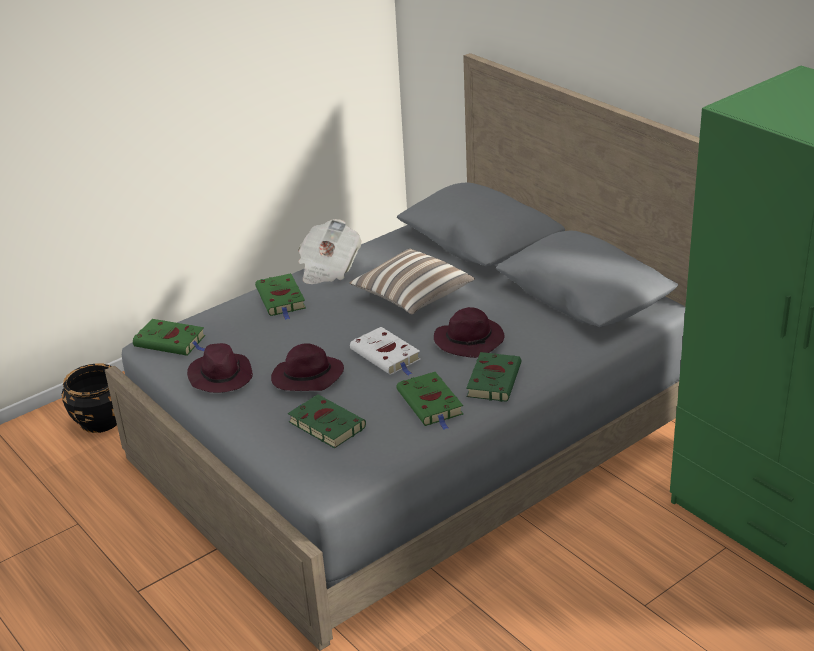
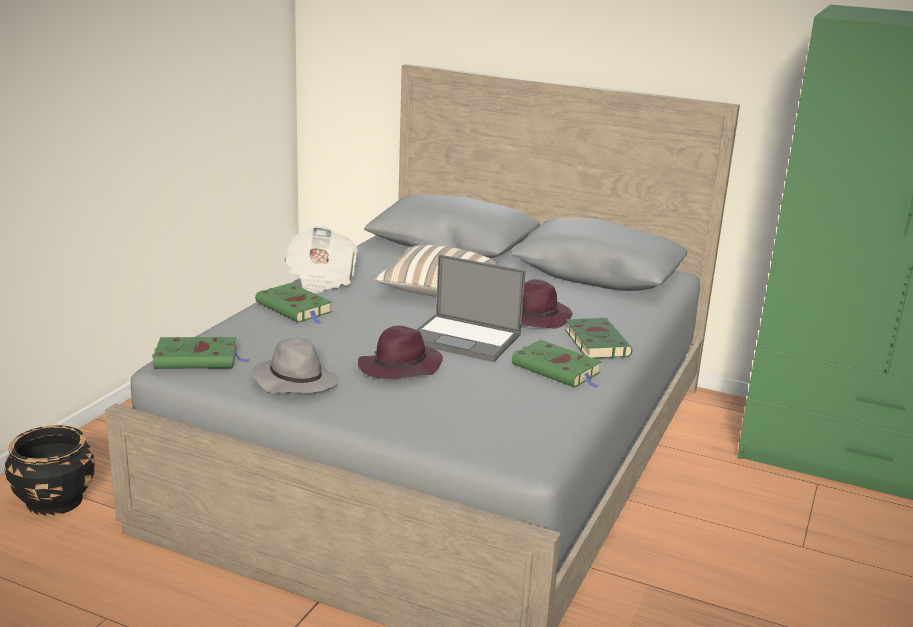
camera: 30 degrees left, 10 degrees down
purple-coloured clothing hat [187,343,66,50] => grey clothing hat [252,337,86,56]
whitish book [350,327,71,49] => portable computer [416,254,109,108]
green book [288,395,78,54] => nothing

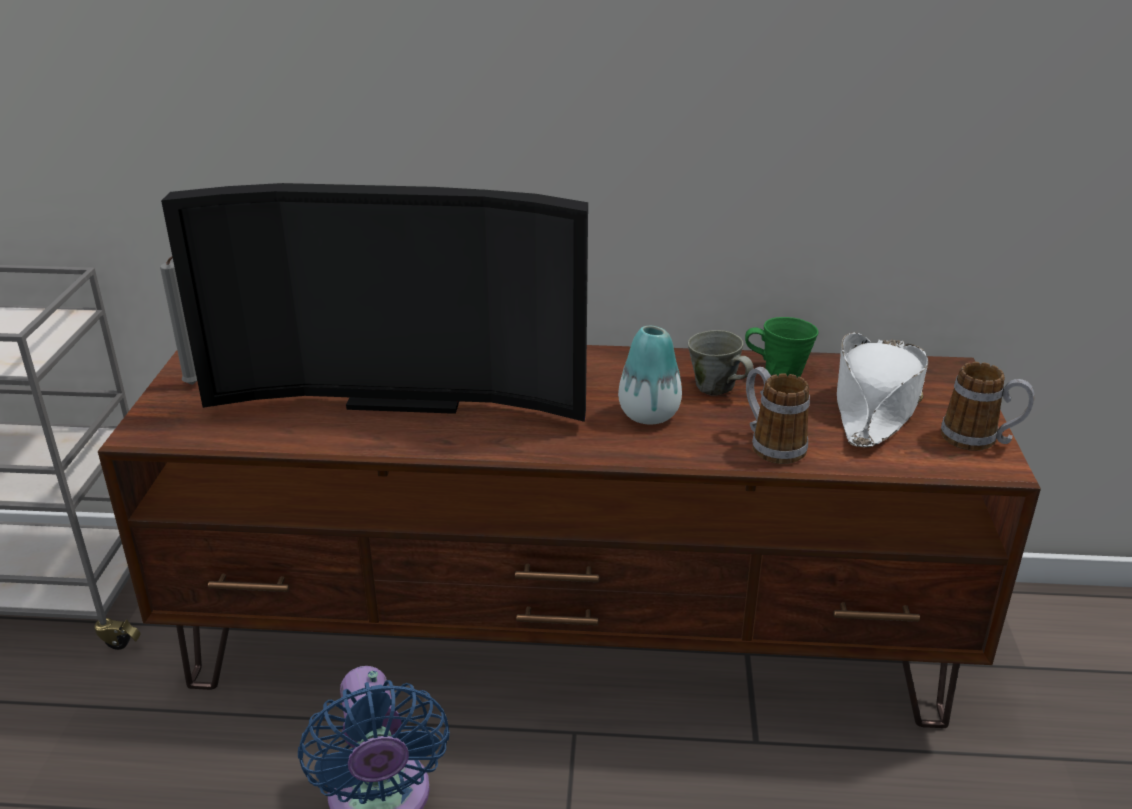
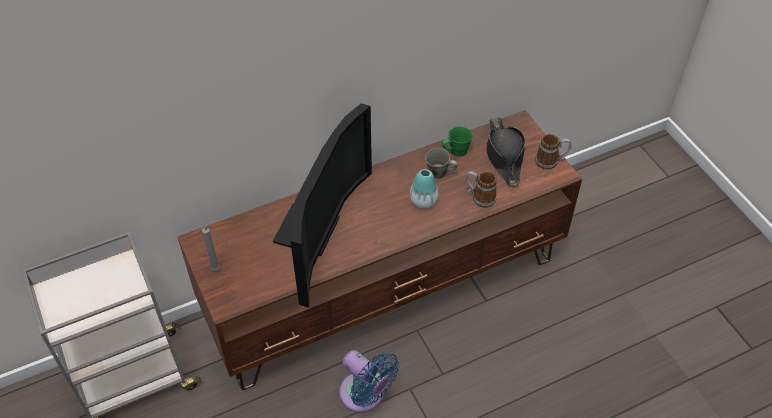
camera: 30 degrees left, 20 degrees up
TV set [161,183,427,239] => TV set [273,104,99,204], 45 degrees counterclockwise
whitish clothing hat [837,333,91,114] => blackish clothing hat [487,117,39,70]

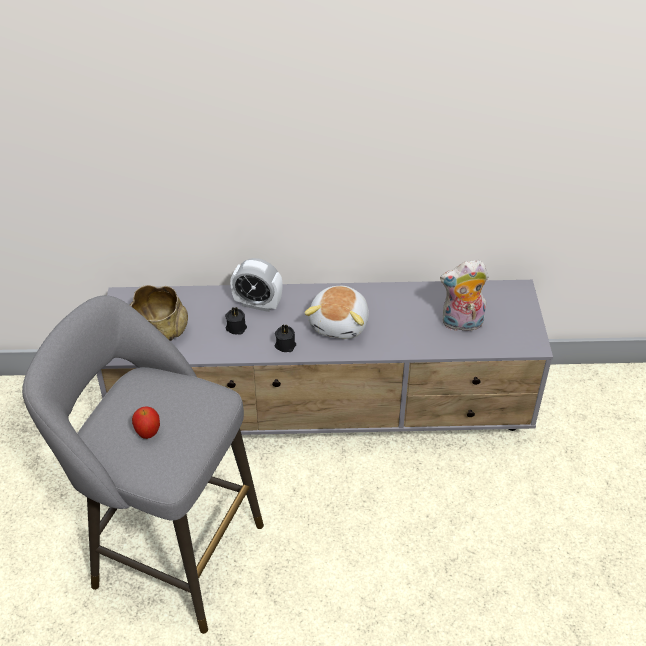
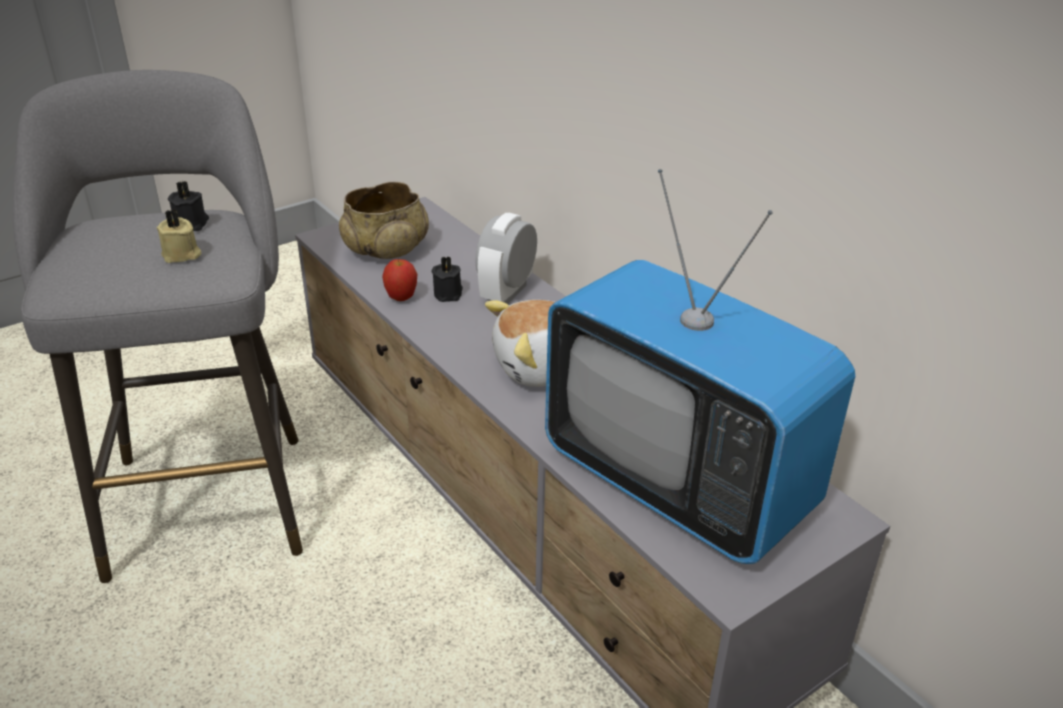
camera: 55 degrees right, 10 degrees down
nothing => beige candle [157,209,44,54]
blackish candle [275,324,21,28] => blackish candle [168,181,41,50], relocated
apple fruit [132,406,28,33] => apple fruit [382,259,35,42], relocated
alarm clock [230,258,53,54] => alarm clock [475,213,62,91], 45 degrees clockwise
cuddly toy [440,260,48,74] => TV set [545,169,310,395]

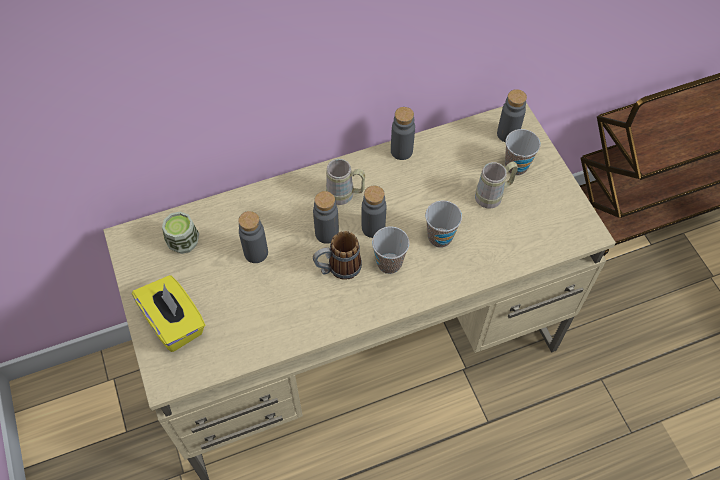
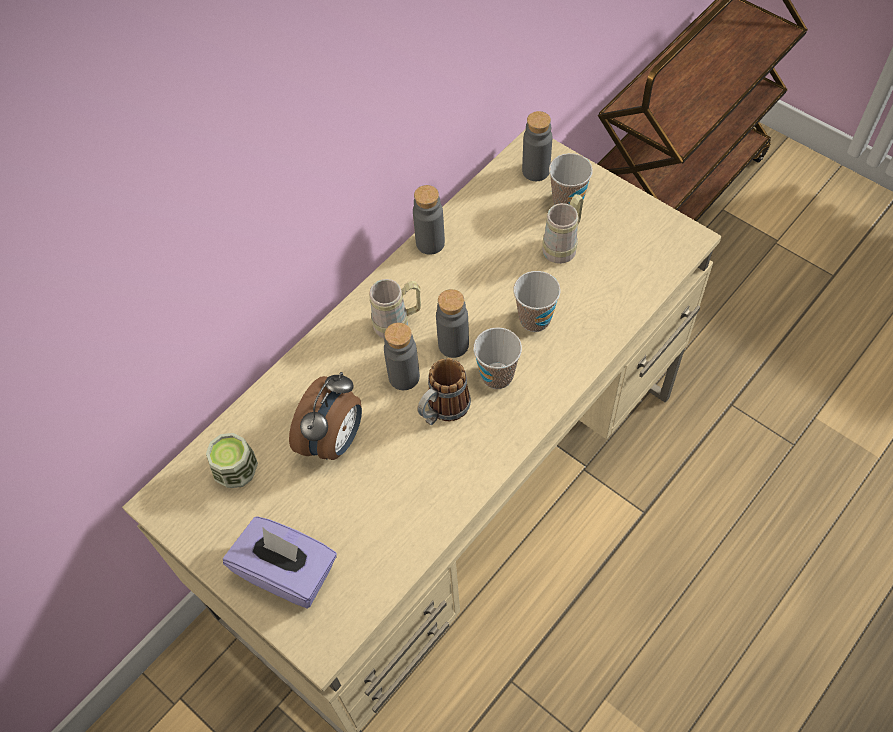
camera: 25 degrees left, 0 degrees up
yellowish tissue box [132,275,73,77] => purple-coloured tissue box [223,516,114,93]
grey beverage bottle [238,211,30,52] => alarm clock [289,372,73,88]

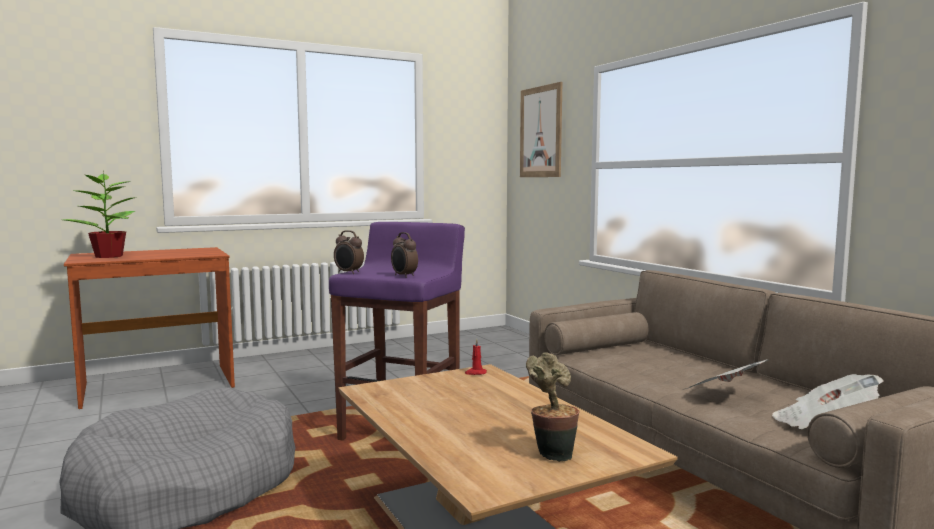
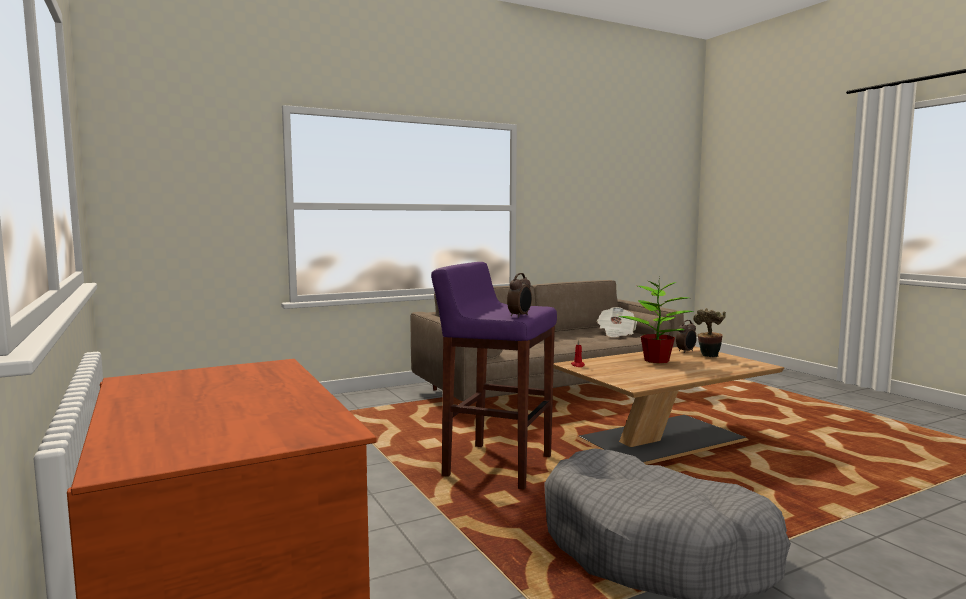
camera: 90 degrees left, 0 degrees up
potted plant [64,171,73,87] => potted plant [618,275,76,88], relocated
alarm clock [391,232,27,46] => alarm clock [676,320,21,33], relocated
picture [520,82,42,95] => nothing
newspaper [683,359,85,31] => nothing

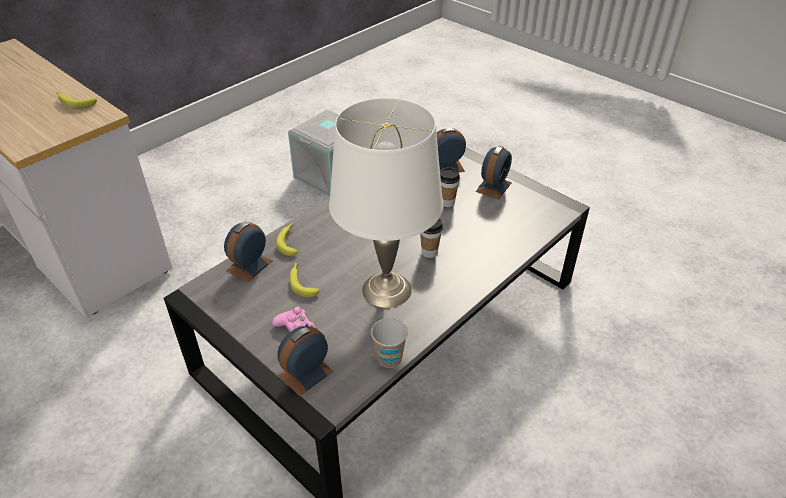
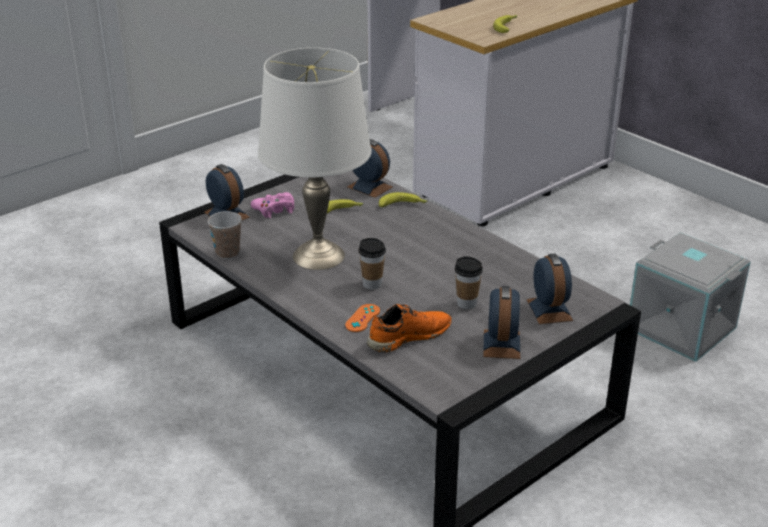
camera: 95 degrees right, 10 degrees down
nothing => orange-coloured joypad [345,304,35,28]
nothing => orange-coloured low shoe [367,304,85,48]
alarm clock [476,146,36,53] => alarm clock [483,286,37,73], 120 degrees counterclockwise

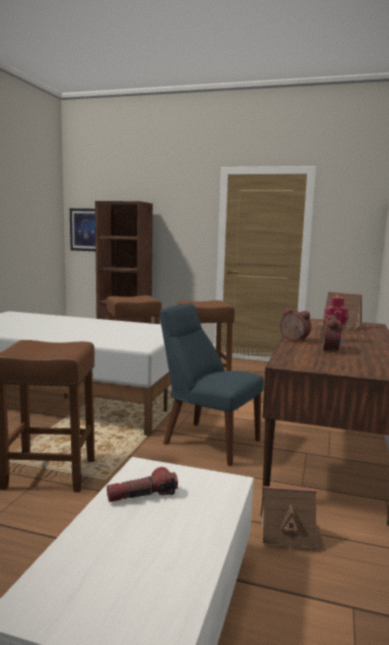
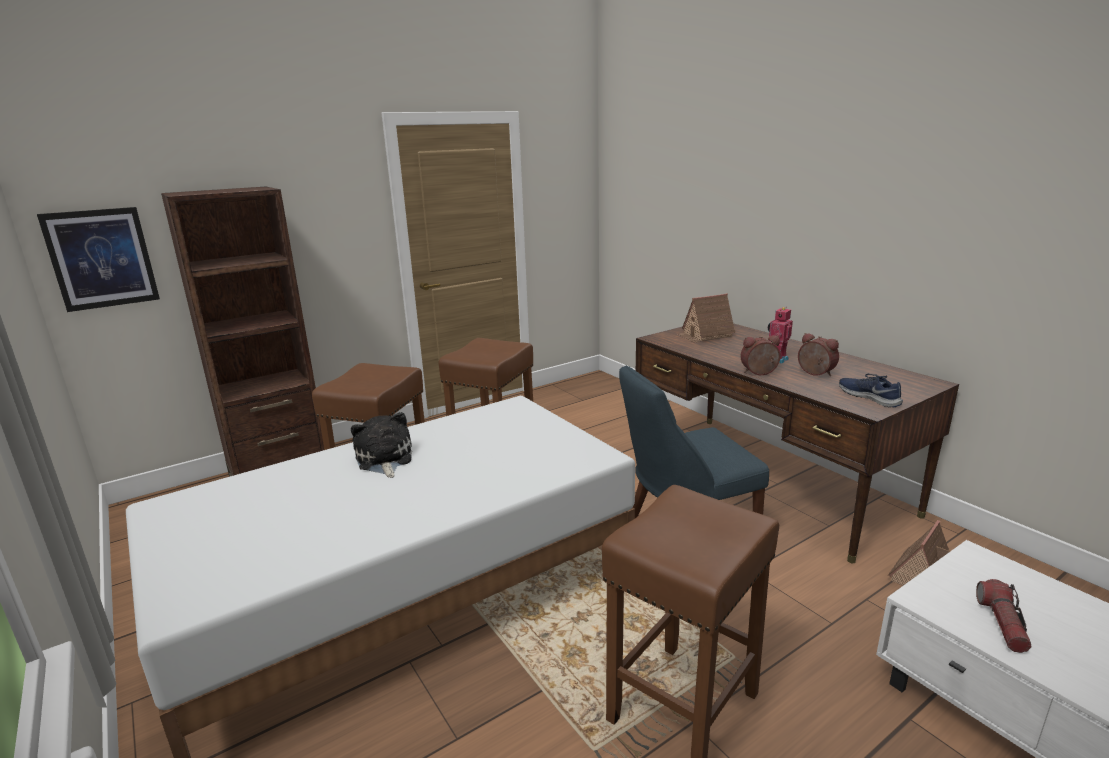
camera: 50 degrees left, 10 degrees up
nothing => cuddly toy [351,412,61,66]
nothing => blue-coloured low shoe [839,374,64,34]

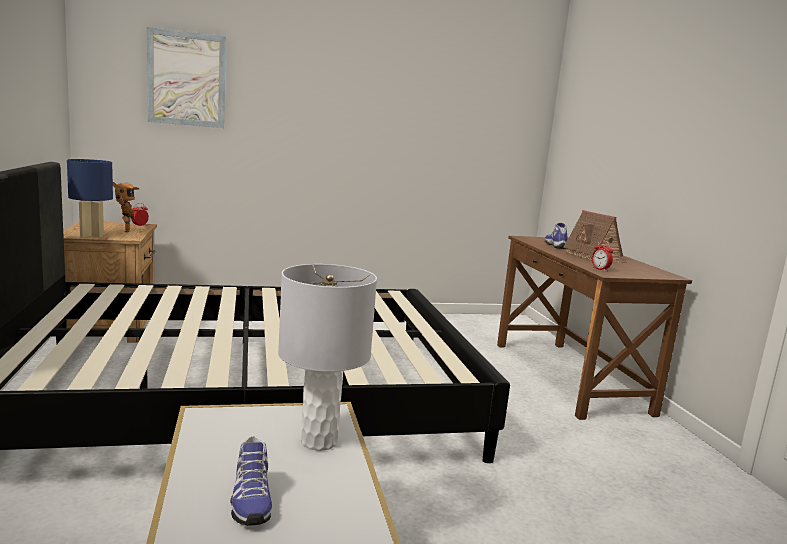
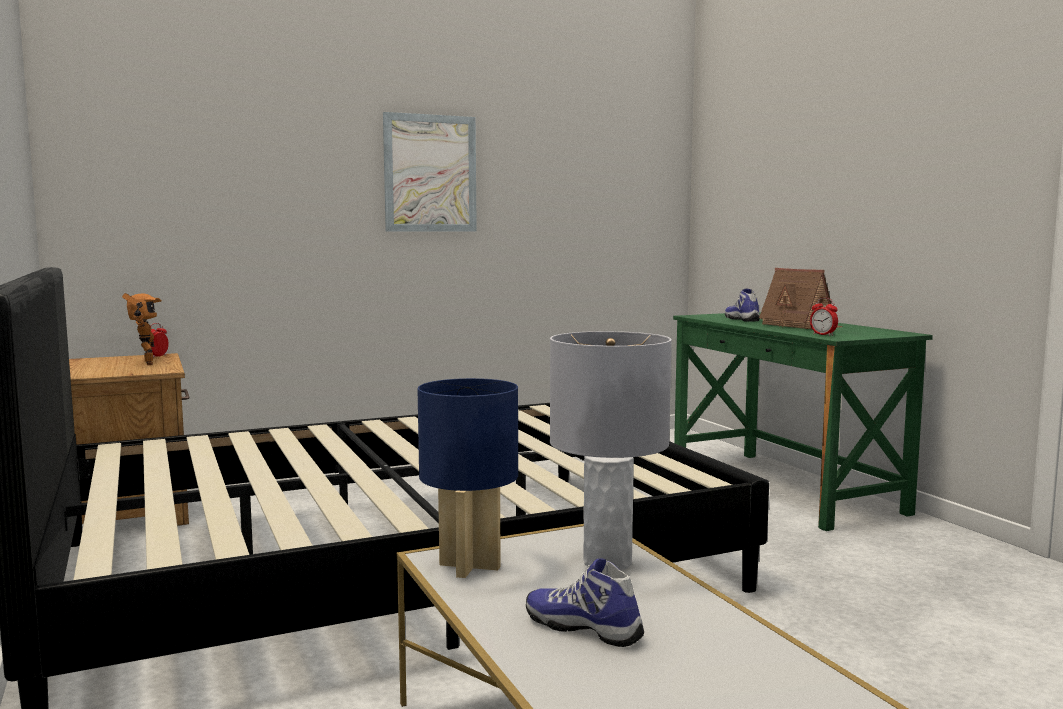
camera: 10 degrees left, 5 degrees down
picture [147,27,79,101] => picture [383,112,94,120], relocated
blue-coloured lamp for a table [67,159,46,79] => blue-coloured lamp for a table [417,378,101,200], relocated
low shoe [231,436,41,90] => low shoe [526,558,118,89], 150 degrees clockwise
brown desk [497,236,195,184] => green desk [673,312,260,219]

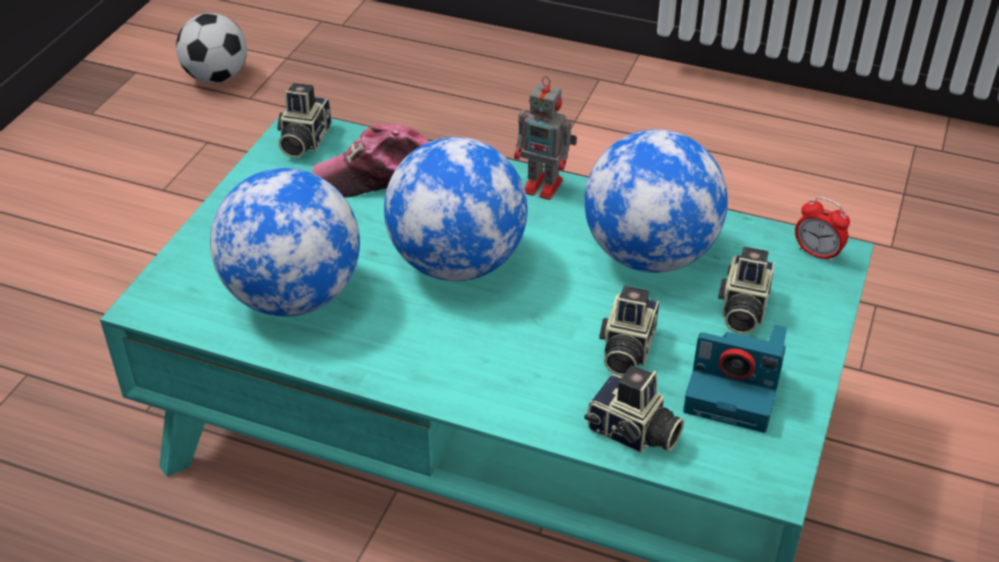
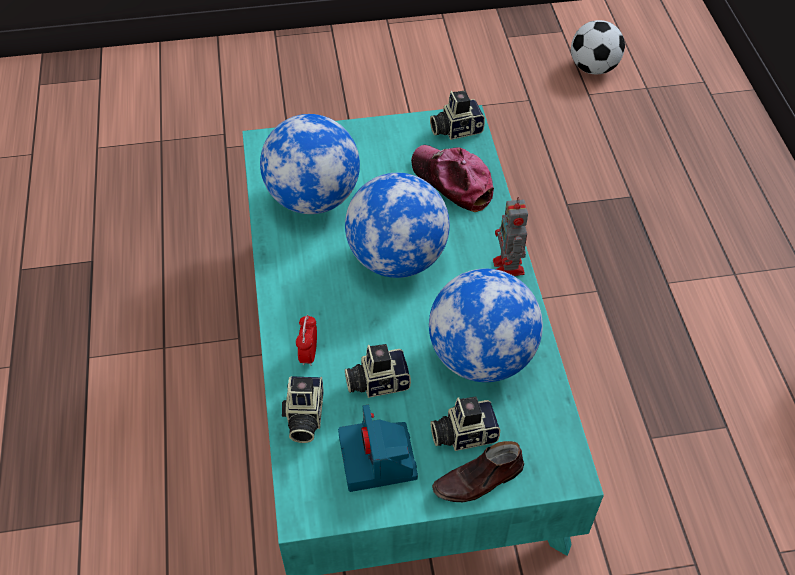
camera: 60 degrees right, 10 degrees up
alarm clock [795,197,55,65] => alarm clock [296,315,21,51], relocated
nothing => brown low shoe [432,441,92,61]

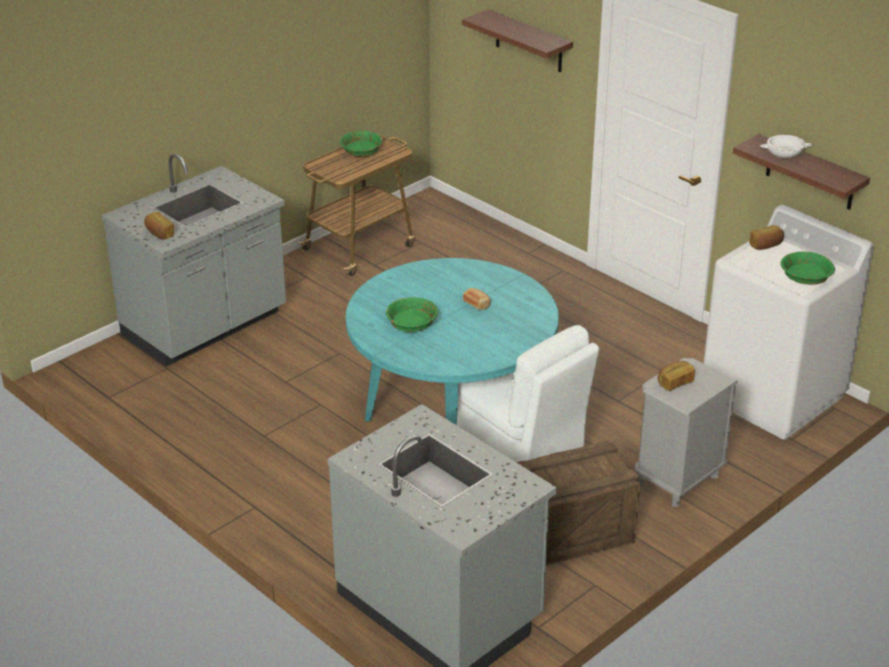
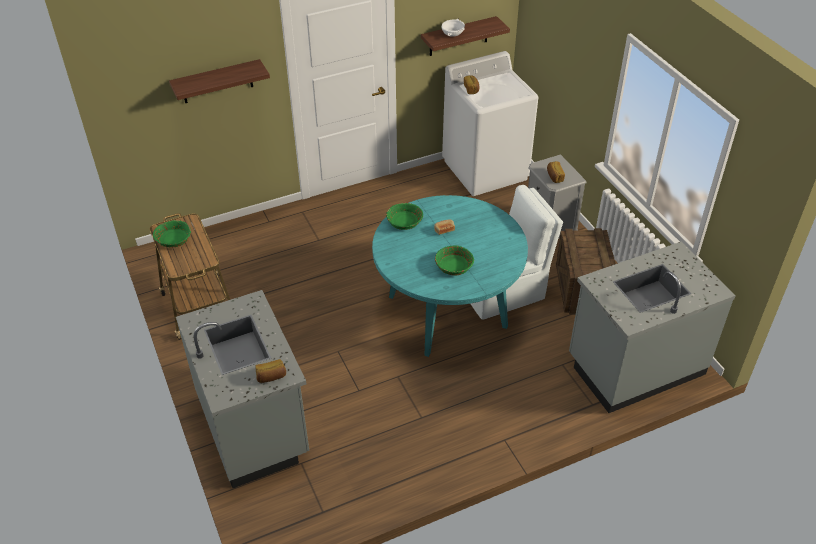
camera: 70 degrees left, 10 degrees up
green deep dish [781,251,54,33] => green deep dish [386,203,37,27], relocated

